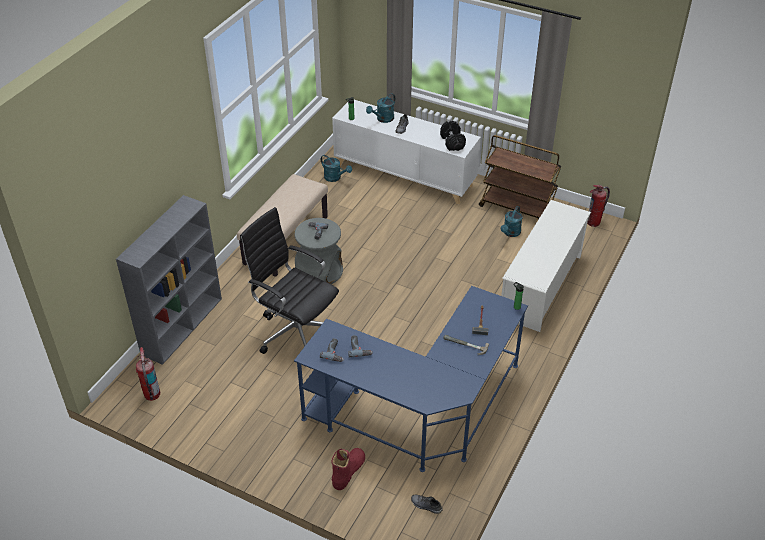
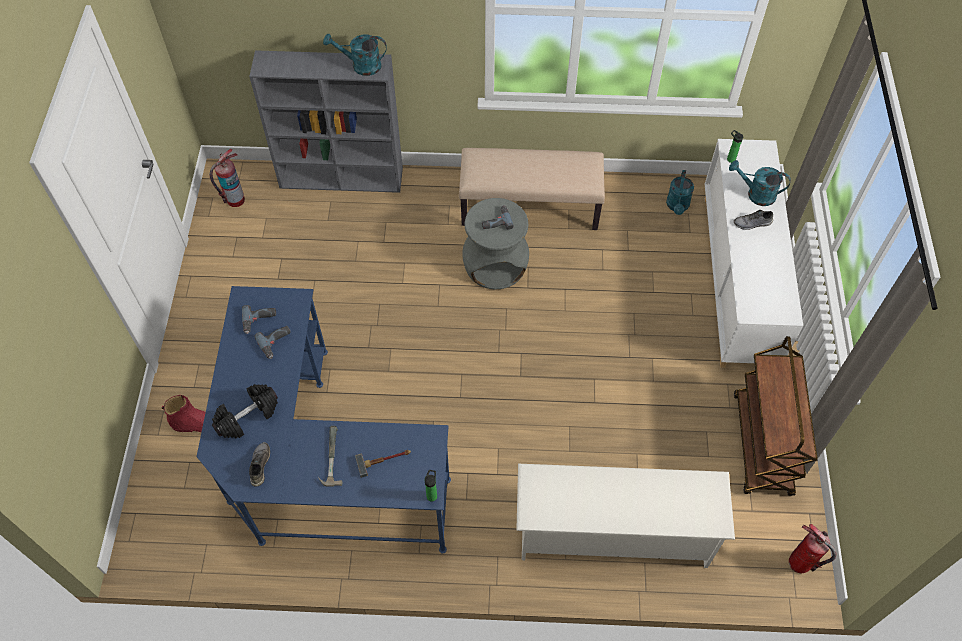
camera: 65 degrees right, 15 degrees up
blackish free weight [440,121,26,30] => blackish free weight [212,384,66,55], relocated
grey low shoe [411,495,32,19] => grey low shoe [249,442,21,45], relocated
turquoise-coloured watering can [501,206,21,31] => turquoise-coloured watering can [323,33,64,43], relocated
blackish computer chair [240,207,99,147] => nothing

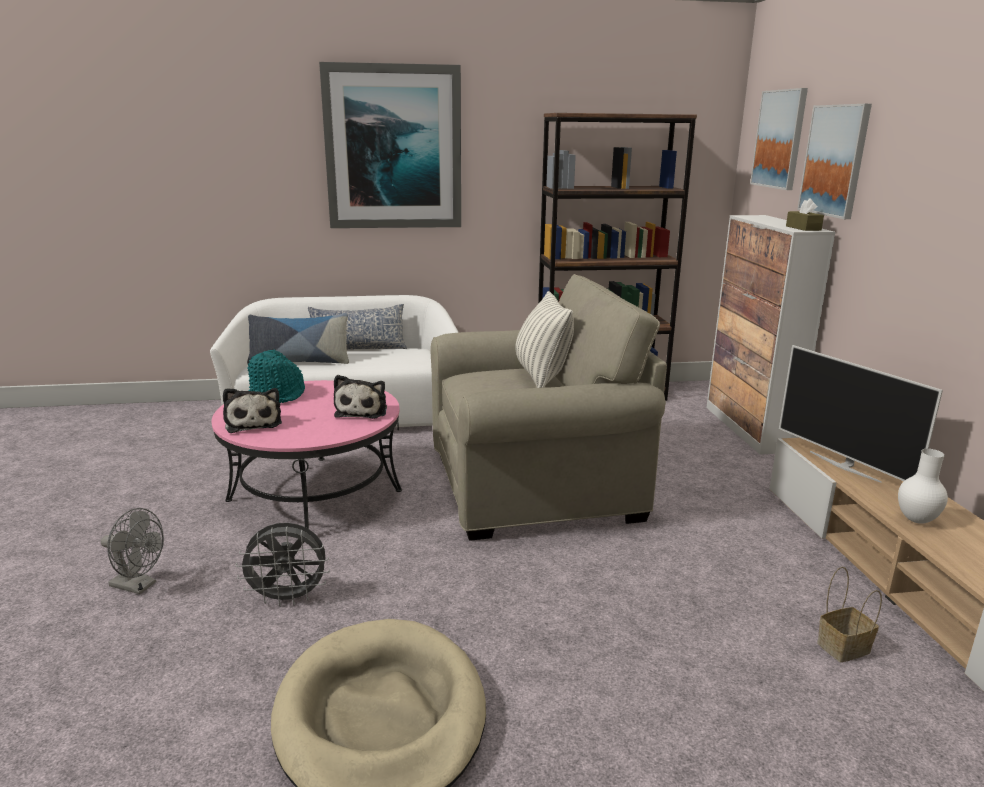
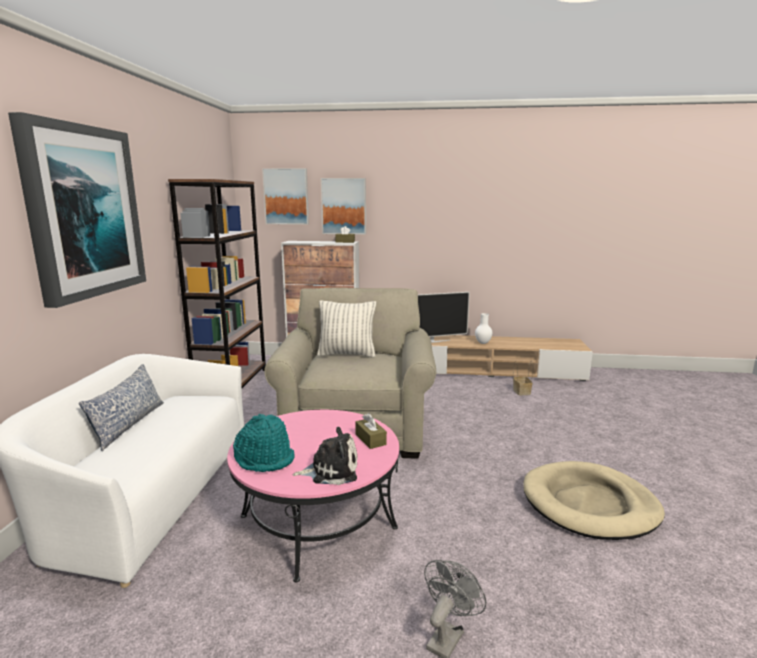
camera: 75 degrees left, 5 degrees down
nothing => brown tissue box [355,413,32,36]
grey electric fan [236,523,94,84] => nothing
pillow [247,313,102,51] => nothing
cuddly toy [334,375,53,44] => nothing

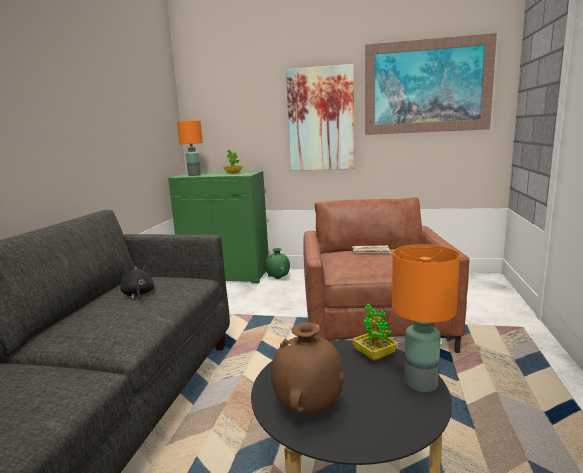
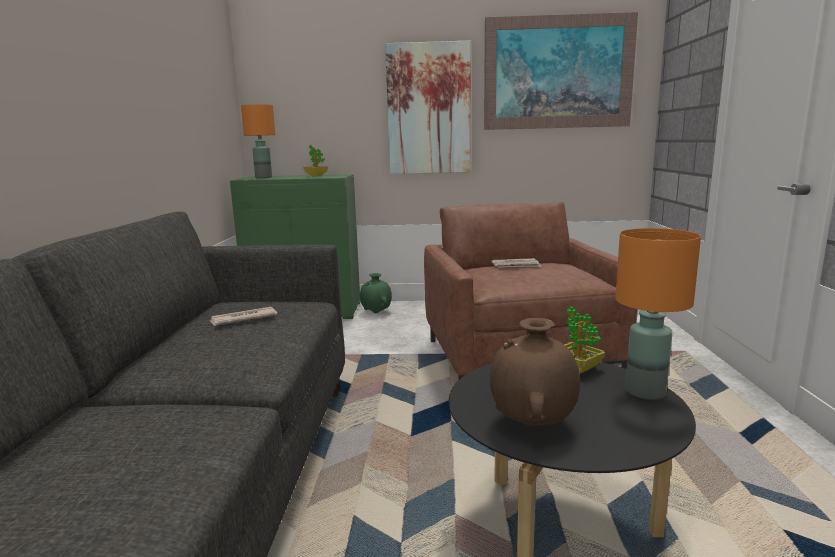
camera: 10 degrees left, 0 degrees up
blackish cuddly toy [120,265,34,36] => newspaper [210,307,67,19]

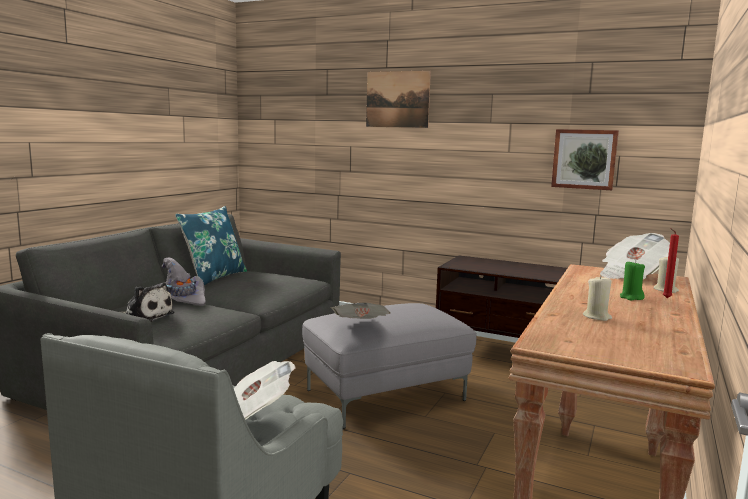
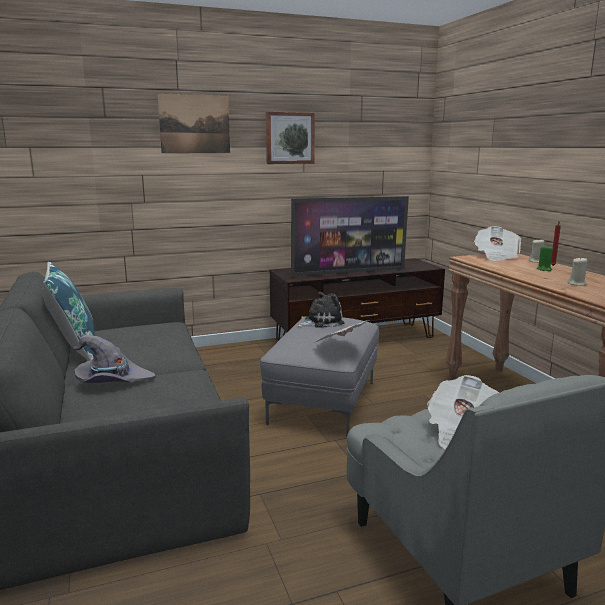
camera: 45 degrees left, 5 degrees up
picture [551,129,68,61] => picture [266,112,49,52], relocated
nothing => TV set [291,196,118,80]
cuddly toy [121,283,53,39] => cuddly toy [297,292,48,36], relocated

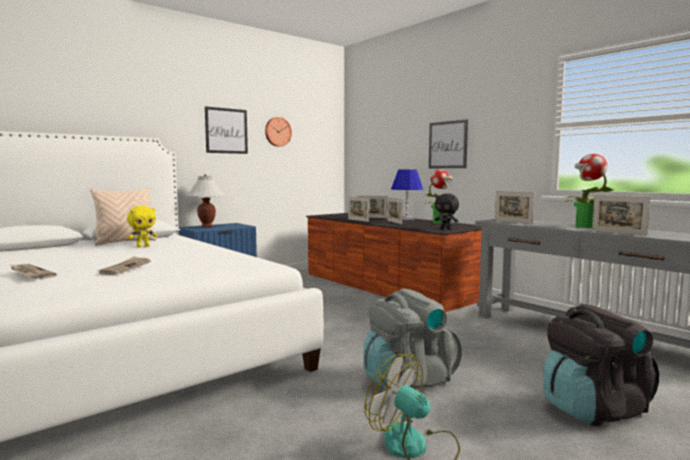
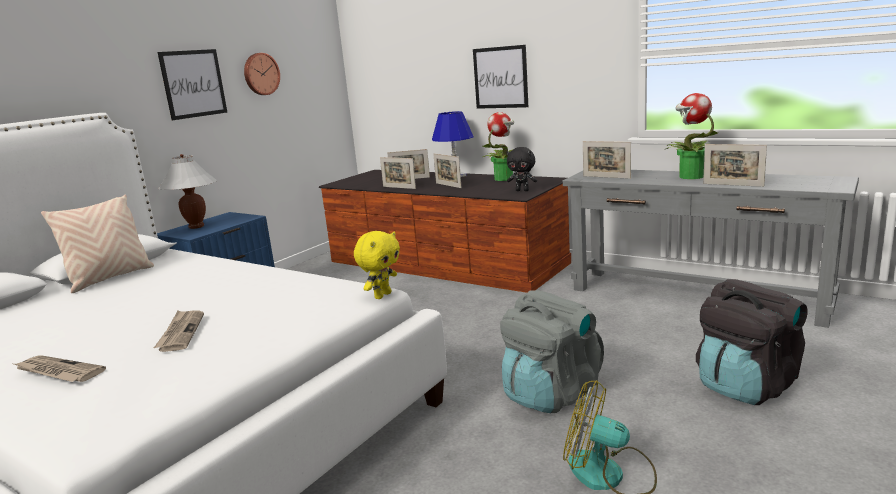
camera: 15 degrees left, 10 degrees up
yellowish cuddly toy [127,206,31,41] => yellowish cuddly toy [354,231,46,68], relocated

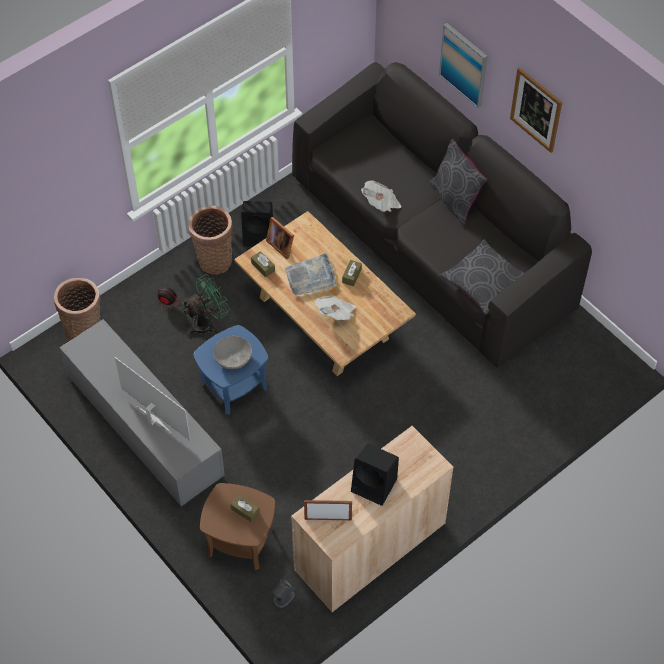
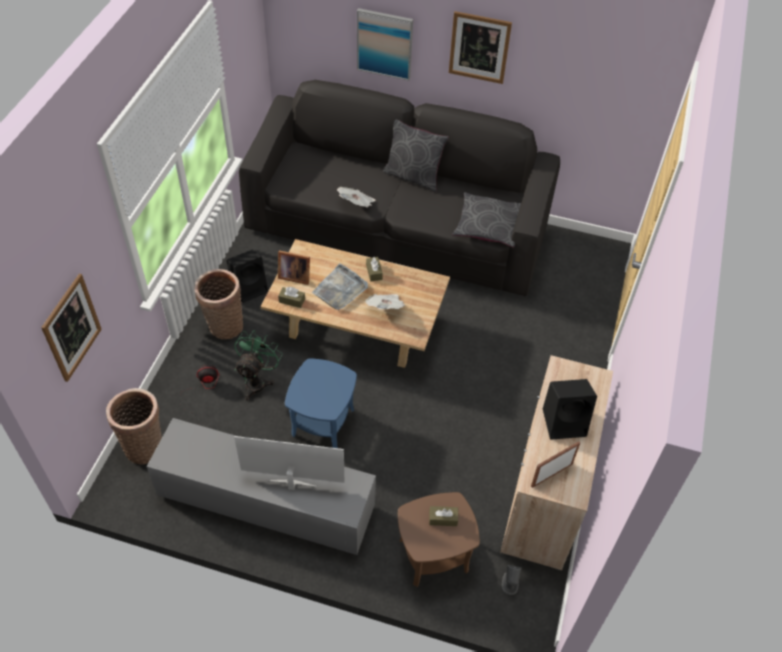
camera: 35 degrees left, 5 degrees down
nothing => picture [41,274,61,108]
grey deep dish [213,336,39,33] => nothing

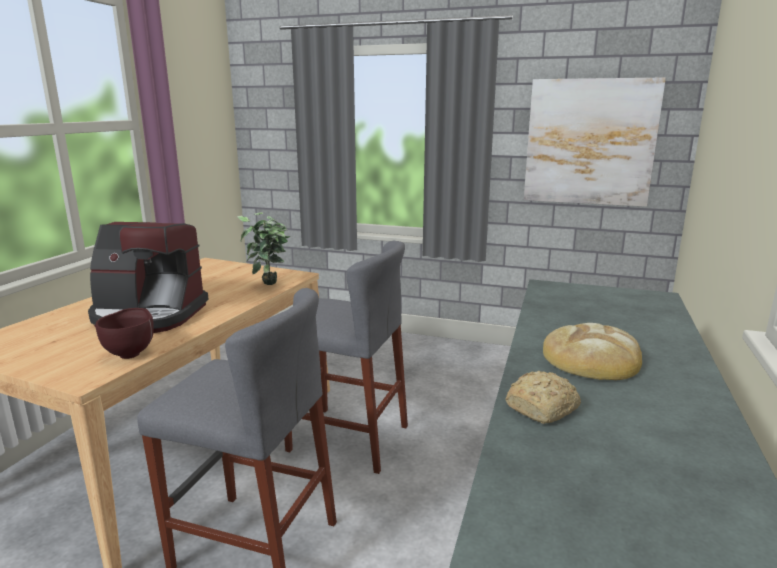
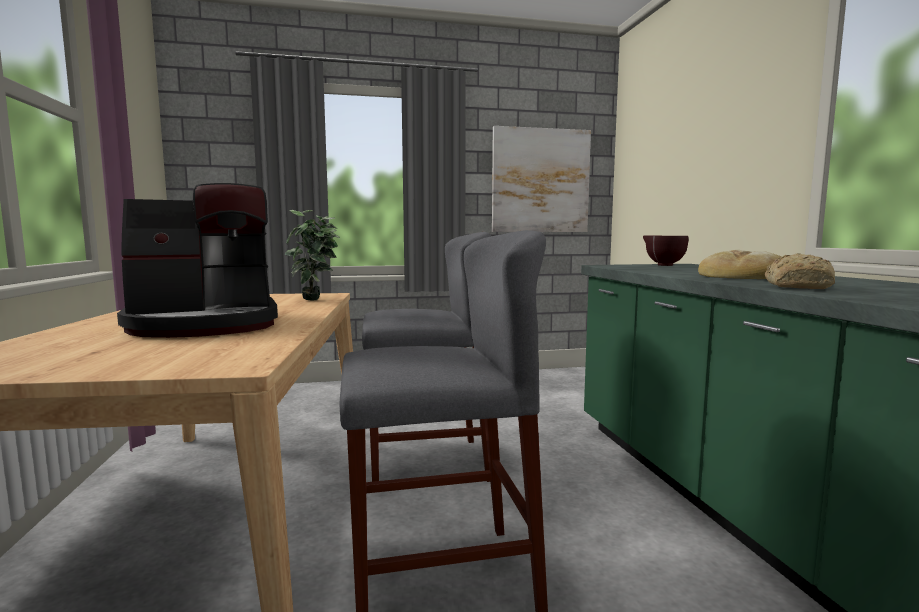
camera: 30 degrees left, 10 degrees down
brown deep dish [96,308,58,51] => brown deep dish [643,235,46,31], relocated

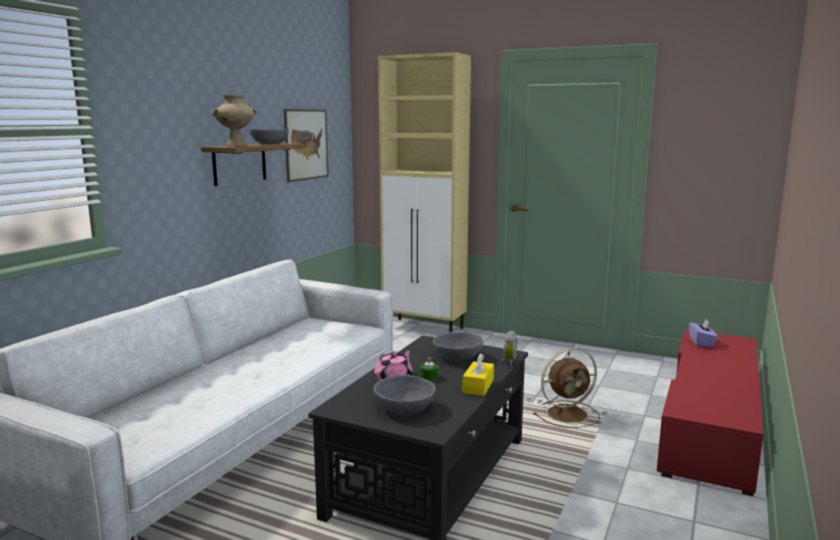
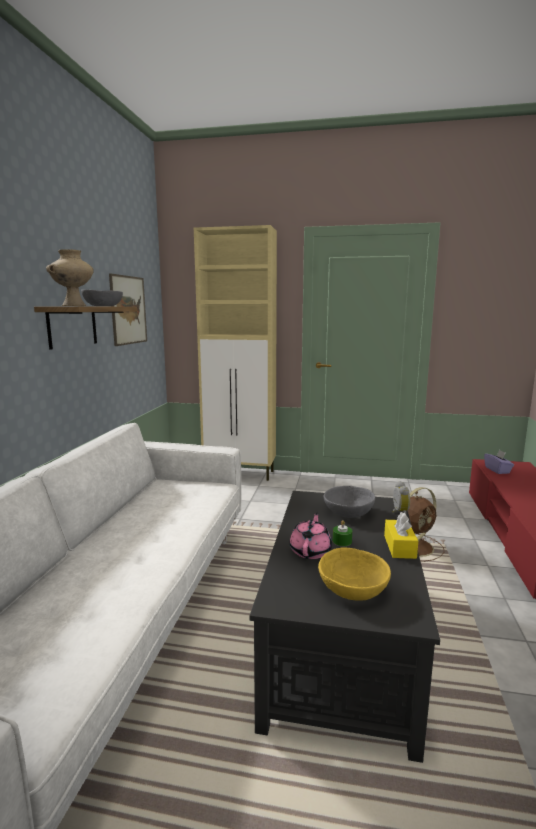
camera: 15 degrees left, 0 degrees up
grey deep dish [373,374,63,41] => yellowish deep dish [318,547,73,54]

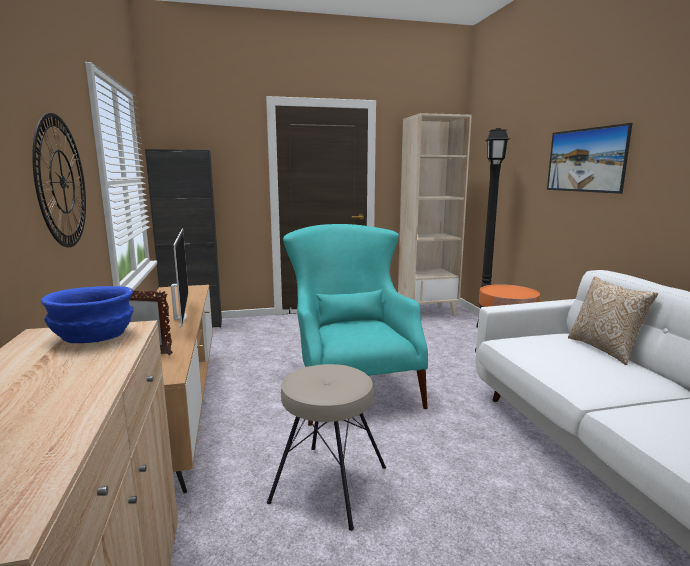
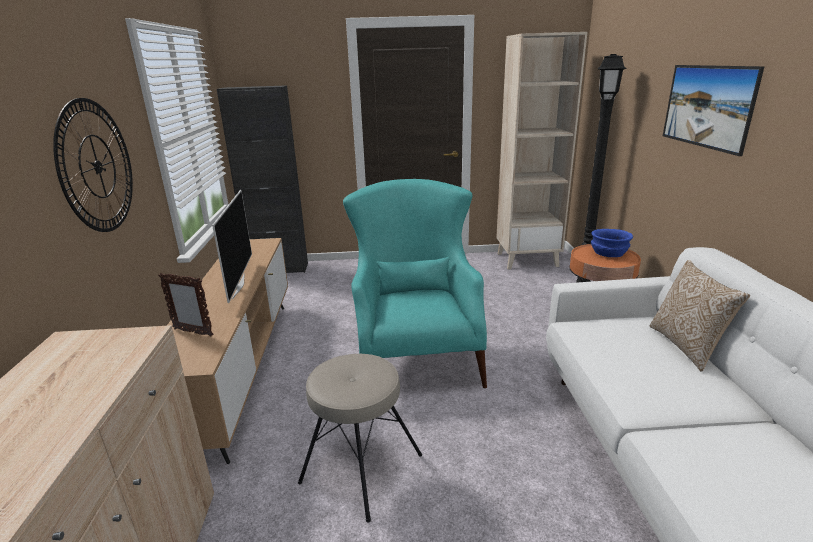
camera: 10 degrees right, 10 degrees up
blue-coloured deep dish [41,286,92,57] => blue-coloured deep dish [591,229,42,28], relocated

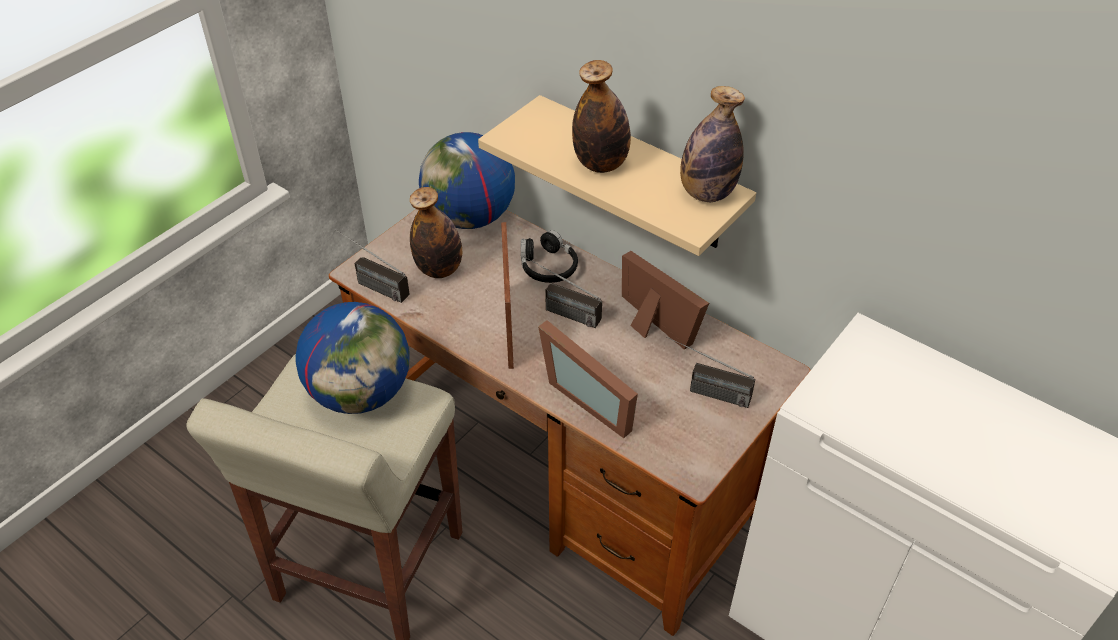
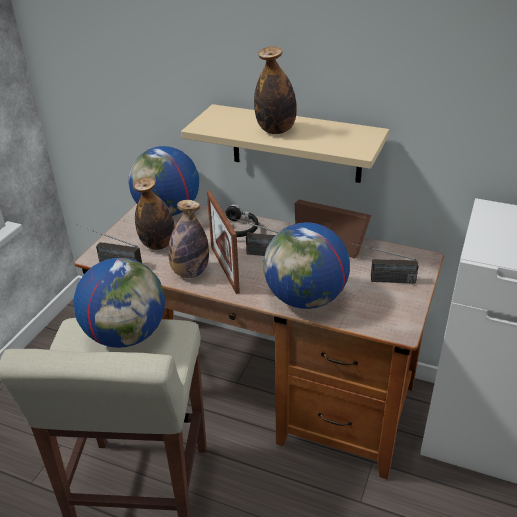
camera: 15 degrees left, 10 degrees down
beverage bottle [680,86,65,116] => beverage bottle [168,200,41,78], relocated
photo frame [538,320,100,118] => globe [263,222,87,87]

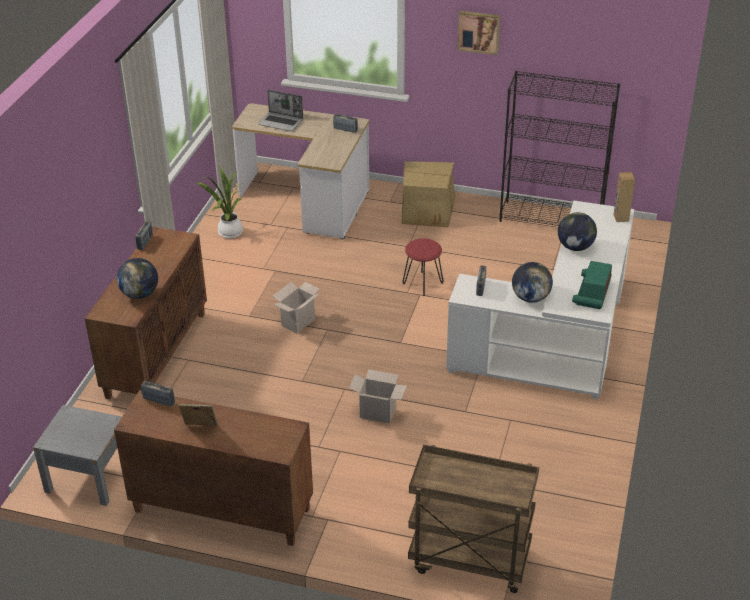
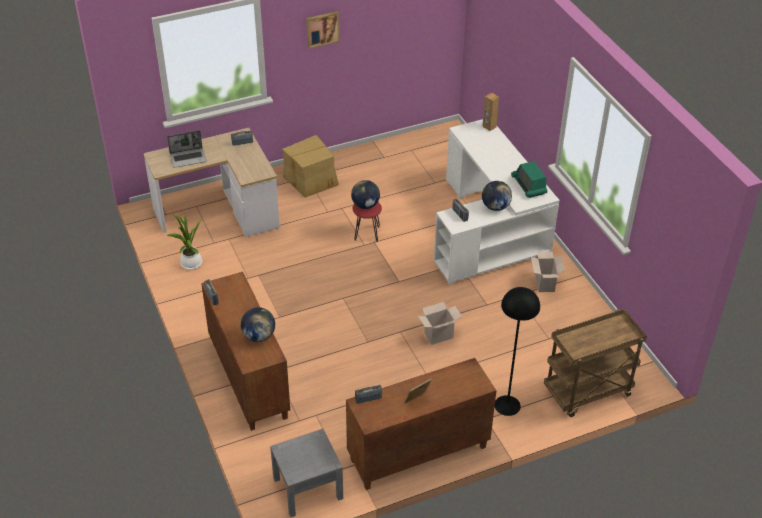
camera: 40 degrees left, 5 degrees up
globe [558,212,39,39] => globe [351,180,29,29], relocated
nothing => blackish floor lamp [495,287,45,129]
packing box [273,282,47,51] => packing box [531,252,34,40], relocated
blackish bookshelf [499,71,121,155] => nothing

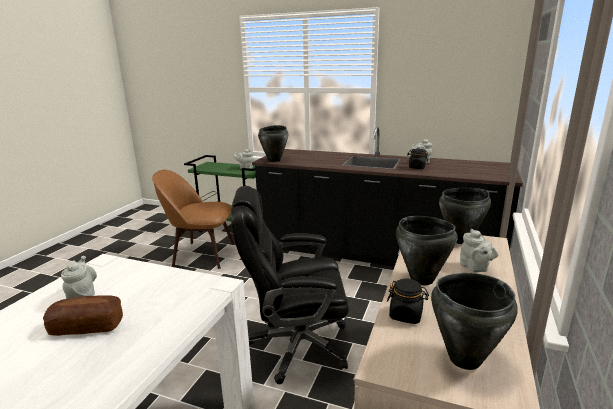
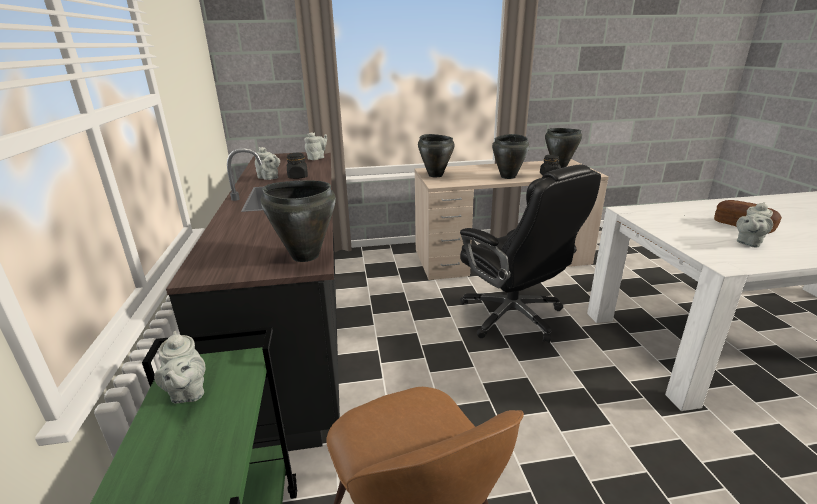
camera: 120 degrees left, 5 degrees up
grey tea pot [460,229,38,43] => grey tea pot [304,132,23,28], relocated

